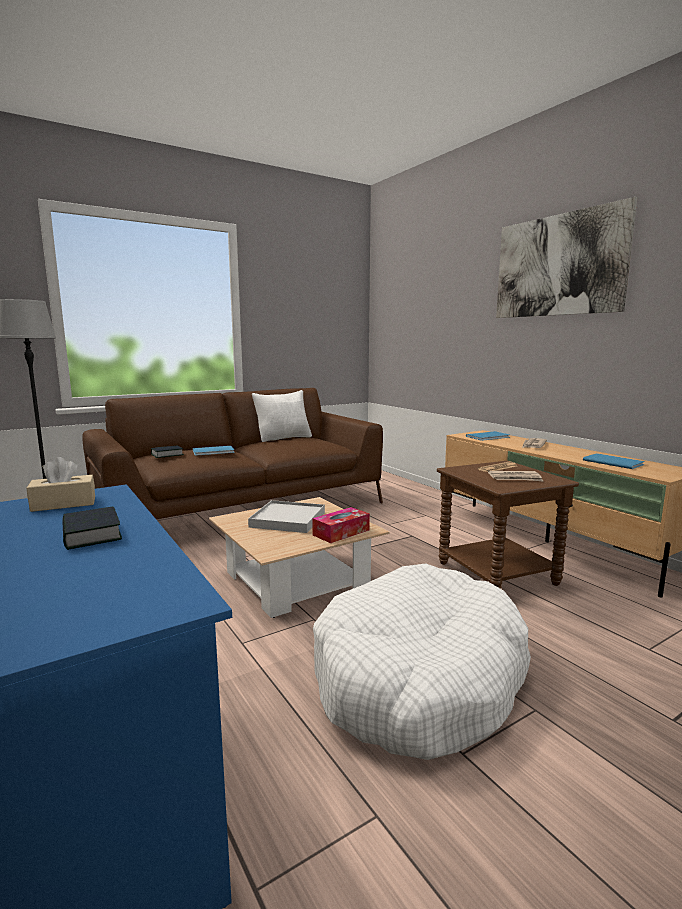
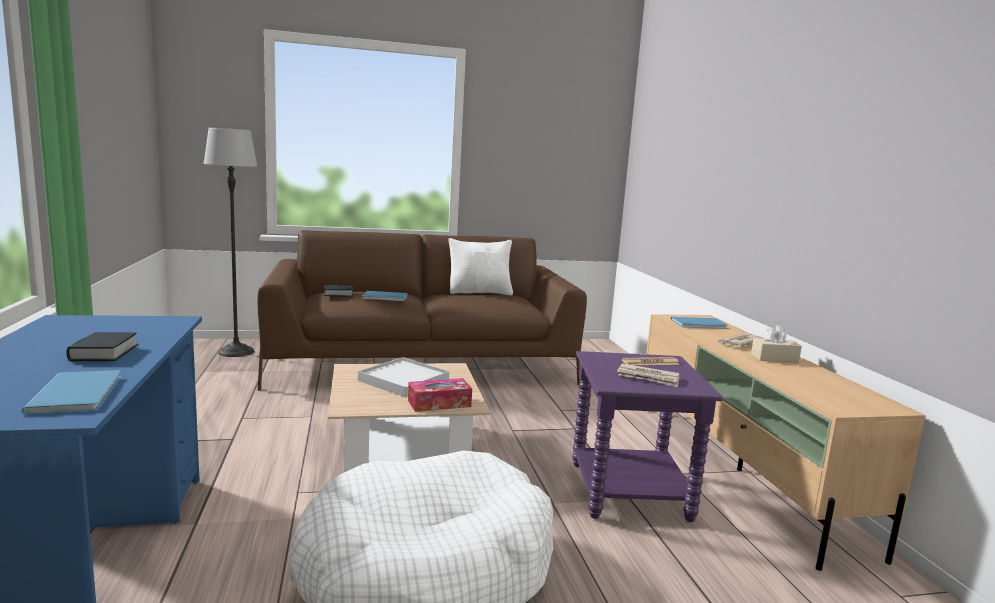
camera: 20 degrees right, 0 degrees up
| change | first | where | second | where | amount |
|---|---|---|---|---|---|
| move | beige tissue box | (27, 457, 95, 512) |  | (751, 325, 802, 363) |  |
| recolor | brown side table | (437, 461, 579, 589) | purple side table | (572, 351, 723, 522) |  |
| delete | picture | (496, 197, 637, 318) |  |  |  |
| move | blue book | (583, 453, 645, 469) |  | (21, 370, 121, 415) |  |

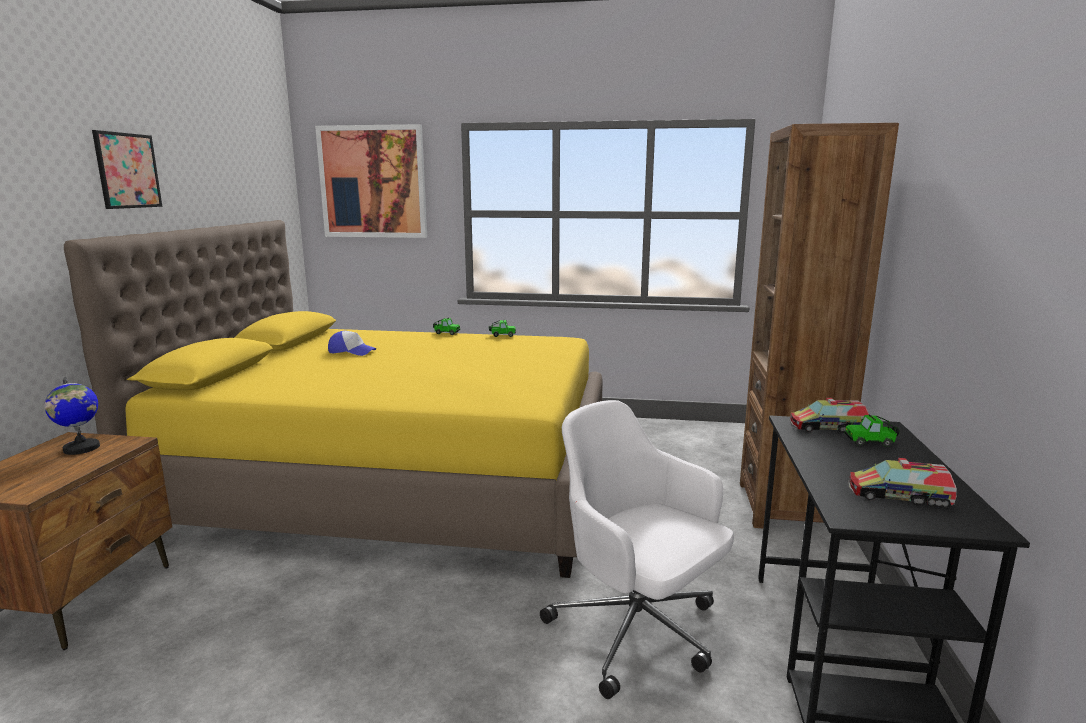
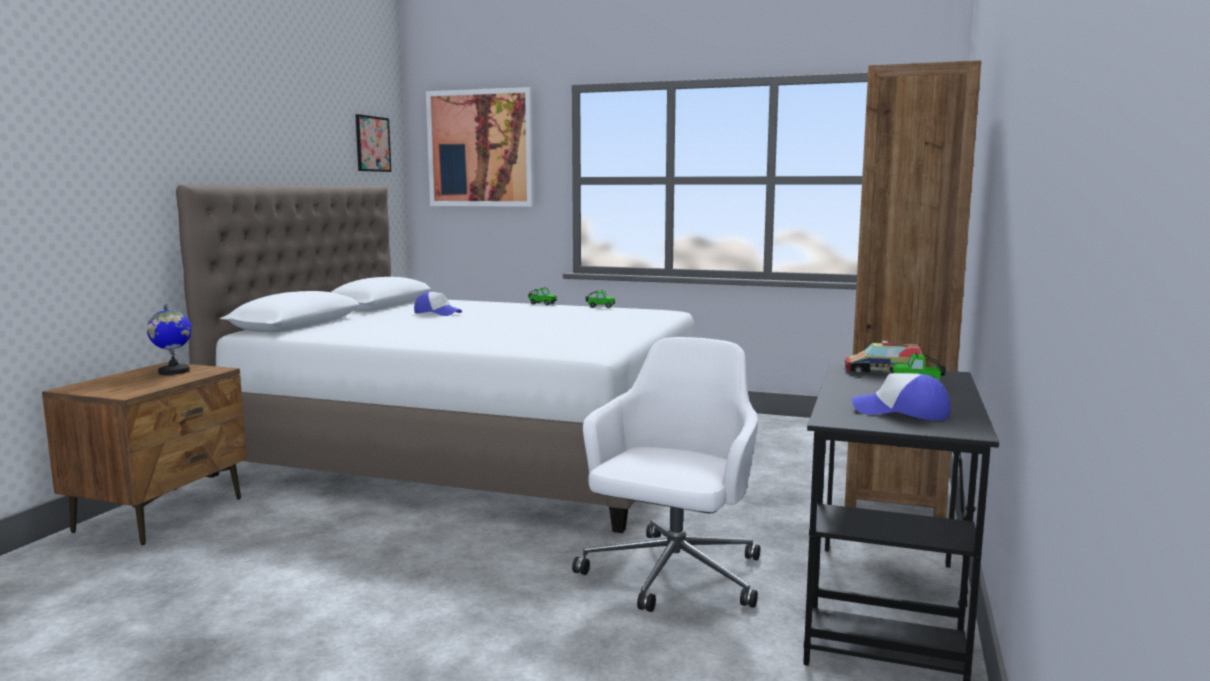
camera: 10 degrees right, 5 degrees down
| change | first | where | second | where | amount |
|---|---|---|---|---|---|
| recolor | yellow bed | (64, 220, 603, 578) | white bed | (176, 184, 694, 533) |  |
| move | picture | (92, 130, 162, 209) |  | (355, 114, 391, 172) |  |
| rotate | white office chair | (540, 400, 734, 699) |  | (572, 337, 760, 612) | 60 degrees clockwise |
| replace | toy truck | (848, 458, 957, 509) | cap | (851, 373, 951, 420) |  |

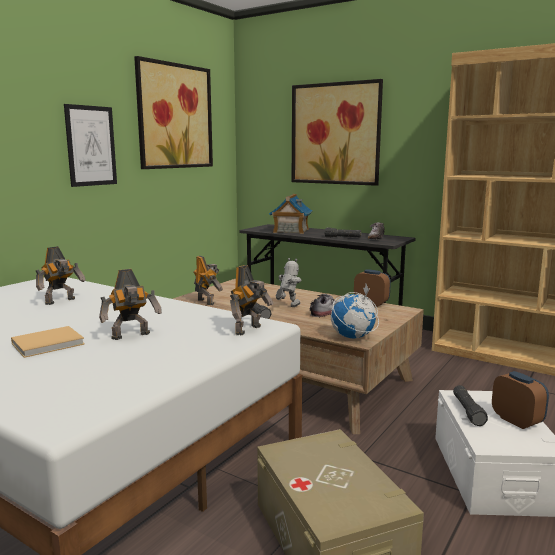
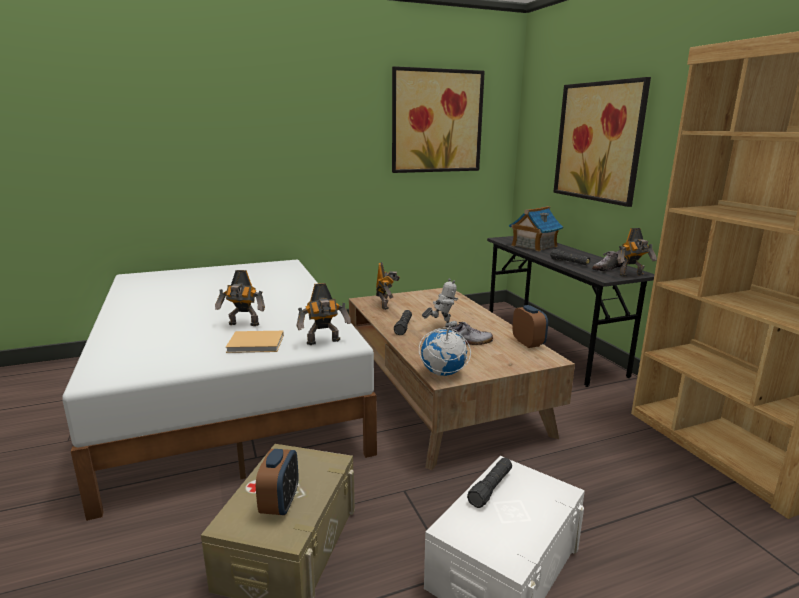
camera: 35 degrees right, 5 degrees up
| change | first | where | second | where | amount |
|---|---|---|---|---|---|
| move | beige book | (11, 326, 85, 358) |  | (225, 331, 284, 353) |  |
| move | toy robot | (36, 246, 86, 305) |  | (618, 228, 657, 277) |  |
| delete | picture | (64, 104, 117, 187) |  |  |  |
| move | alarm clock | (492, 371, 549, 429) |  | (256, 449, 299, 515) |  |

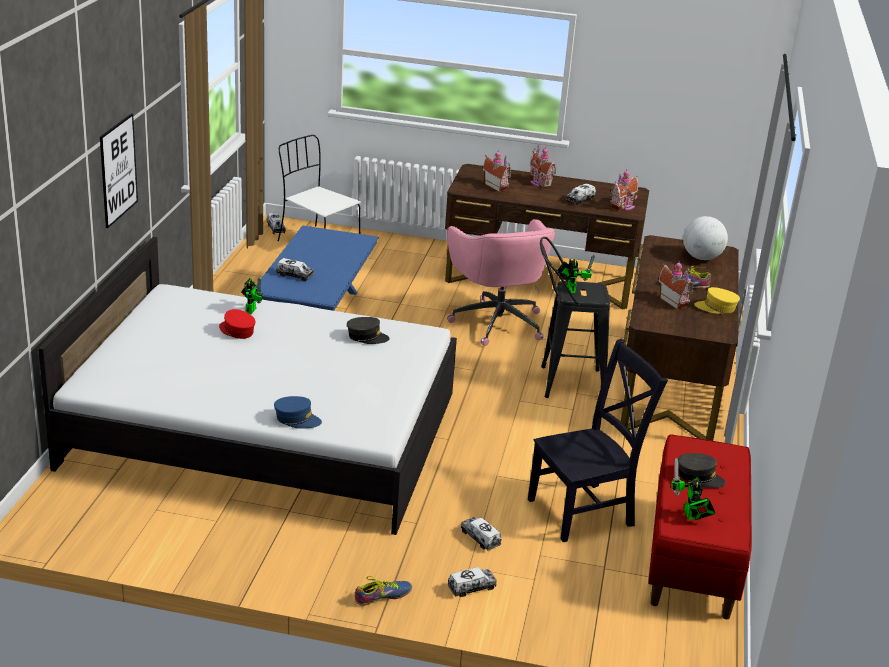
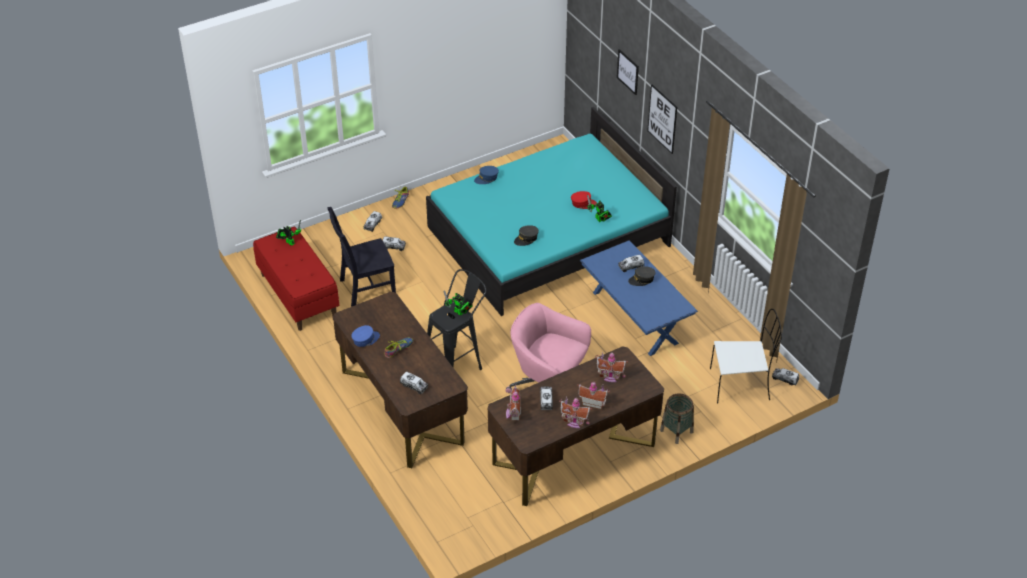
camera: 140 degrees right, 15 degrees up
| change | first | where | second | where | amount |
|---|---|---|---|---|---|
| recolor | white bed | (38, 237, 457, 535) | turquoise bed | (426, 107, 677, 316) |  |
| rotate | black chair | (528, 339, 668, 542) |  | (327, 207, 396, 307) | 45 degrees clockwise |
| move | toy house | (659, 261, 693, 310) |  | (559, 397, 592, 428) |  |
| move | grey cap | (678, 453, 725, 488) |  | (628, 266, 656, 286) |  |
| replace | globe | (683, 216, 728, 260) | toy truck | (400, 371, 428, 394) |  |
| recolor | yellow cap | (695, 287, 740, 313) | blue cap | (351, 325, 380, 347) |  |
| insert |  |  | picture | (617, 49, 639, 95) |  |
| insert |  |  | basket | (660, 393, 694, 444) |  |

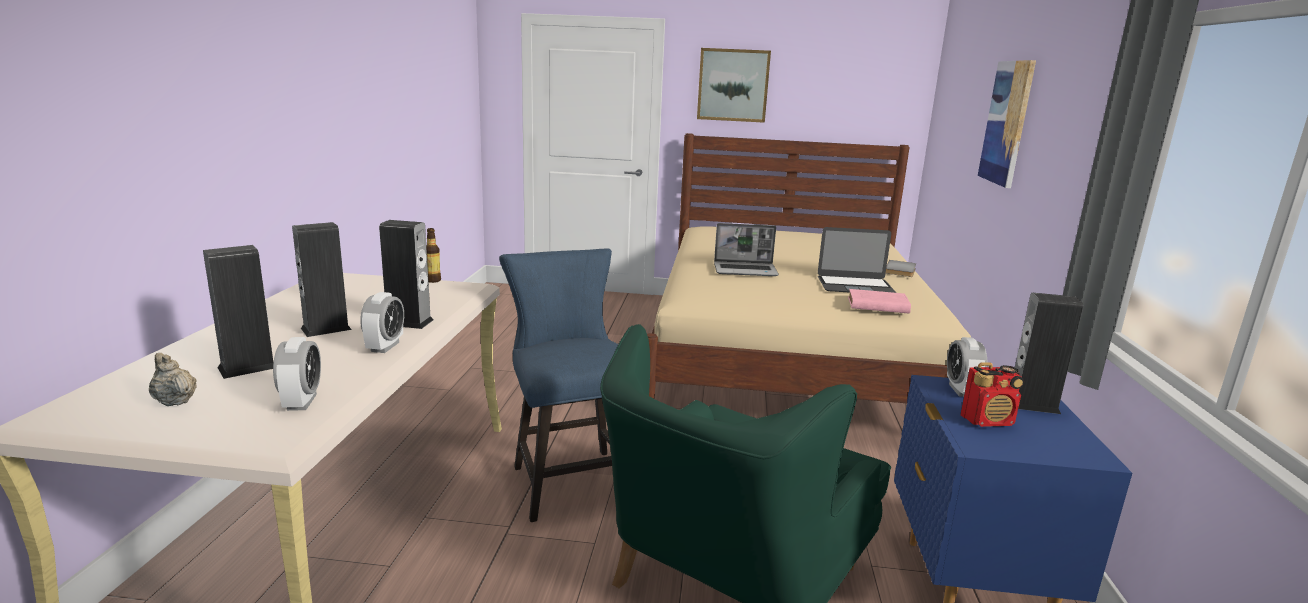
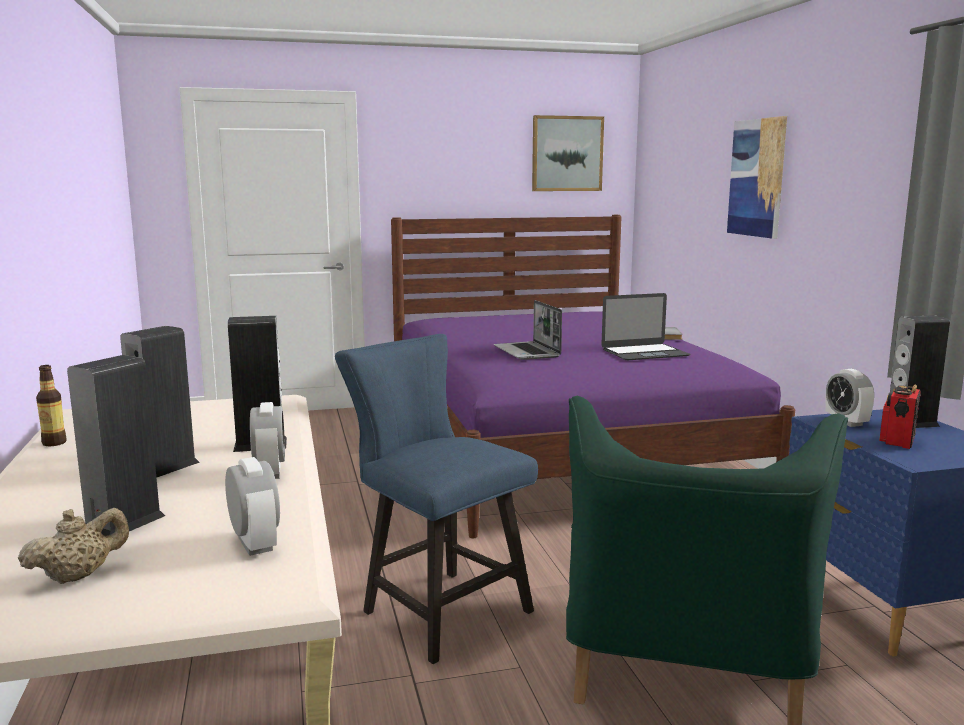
camera: 20 degrees left, 5 degrees down
| change | first | where | second | where | amount |
|---|---|---|---|---|---|
| rotate | beige teapot | (149, 353, 197, 406) |  | (18, 508, 129, 584) | 120 degrees clockwise |
| move | bottle | (426, 228, 441, 283) |  | (36, 365, 67, 446) |  |
| recolor | beige bed | (647, 133, 972, 403) | purple bed | (391, 215, 795, 538) |  |
| move | picture | (697, 48, 771, 123) |  | (532, 115, 604, 191) |  |
| rotate | laptop | (714, 223, 779, 276) |  | (494, 300, 562, 360) | 90 degrees clockwise |
| delete | pink book | (848, 289, 911, 314) |  |  |  |
| rotate | radio | (960, 362, 1024, 427) |  | (880, 385, 921, 449) | 150 degrees clockwise |

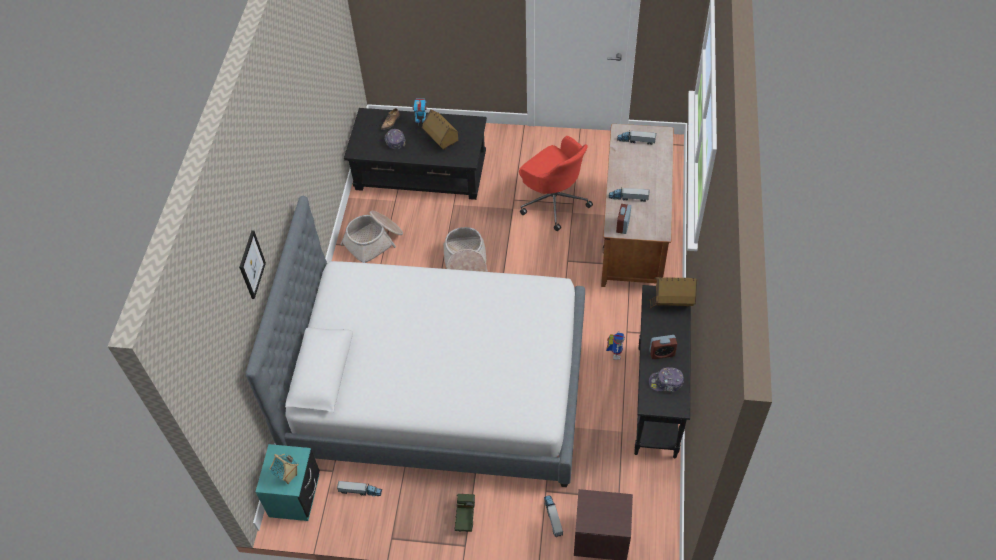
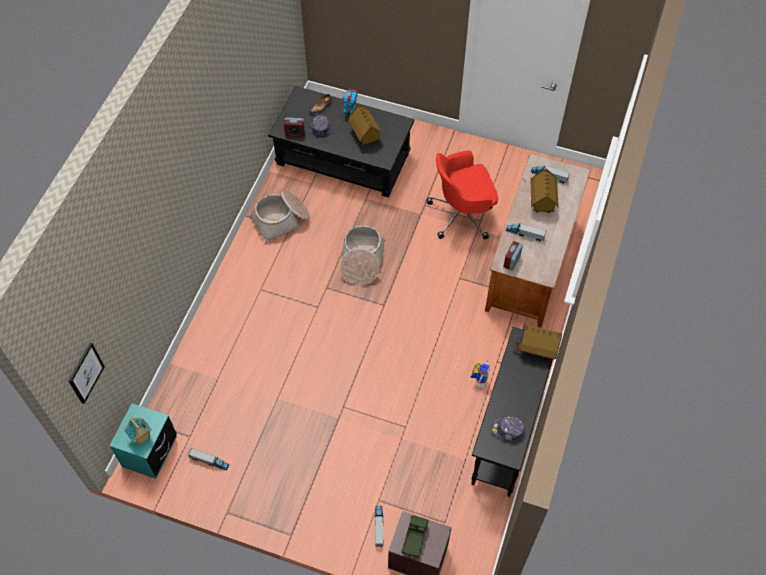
camera: 10 degrees right, 5 degrees up
| change | first | where | second | where | amount |
|---|---|---|---|---|---|
| move | picture | (239, 230, 266, 299) |  | (68, 342, 105, 404) |  |
| delete | bed | (245, 195, 585, 487) |  |  |  |
| move | toy truck | (455, 494, 475, 532) |  | (402, 515, 429, 558) |  |
| rotate | red office chair | (519, 136, 593, 231) |  | (426, 150, 498, 239) | 105 degrees clockwise |
| move | alarm clock | (649, 335, 677, 359) |  | (284, 117, 305, 137) |  |
| insert |  |  | toy house | (530, 168, 558, 213) |  |

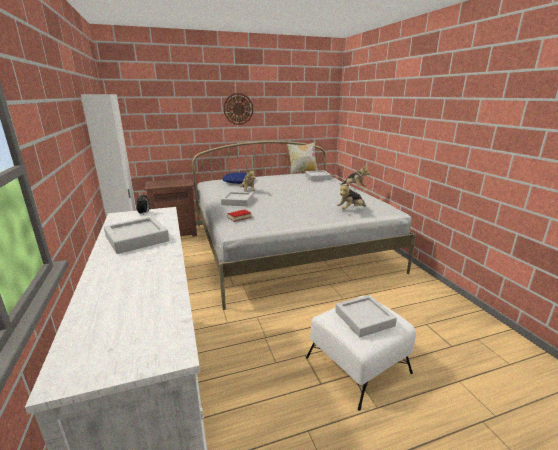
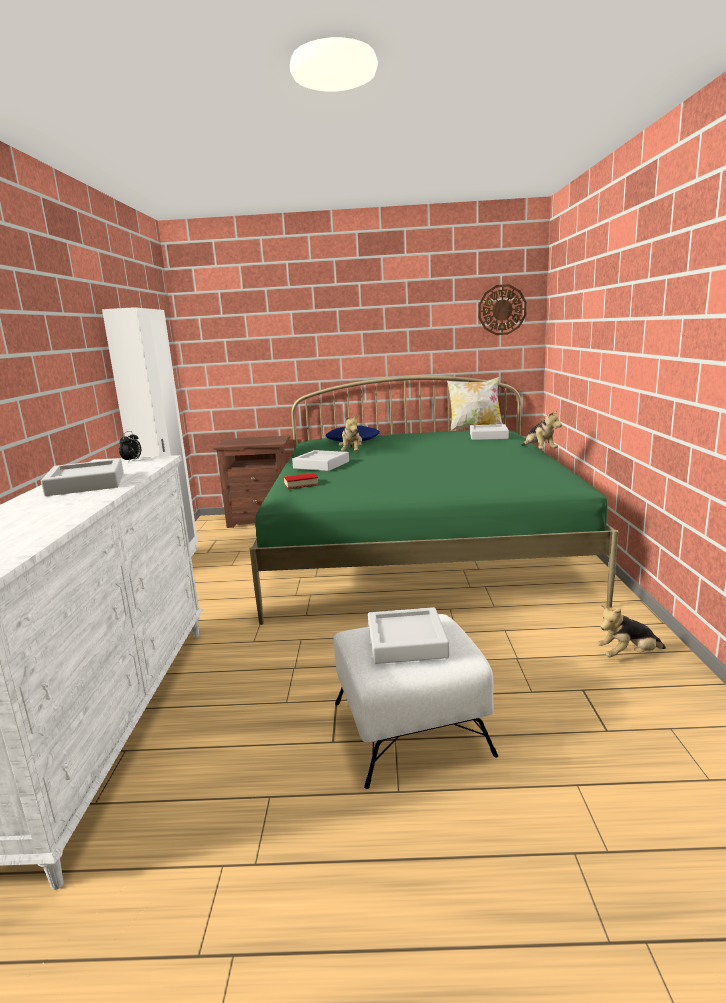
camera: 20 degrees right, 5 degrees down
| change | first | where | second | where | amount |
|---|---|---|---|---|---|
| recolor | white bed | (192, 141, 416, 310) | green bed | (250, 376, 618, 625) |  |
| move | wall clock | (224, 93, 253, 125) |  | (478, 284, 527, 335) |  |
| move | plush toy | (337, 183, 366, 210) |  | (597, 605, 666, 657) |  |

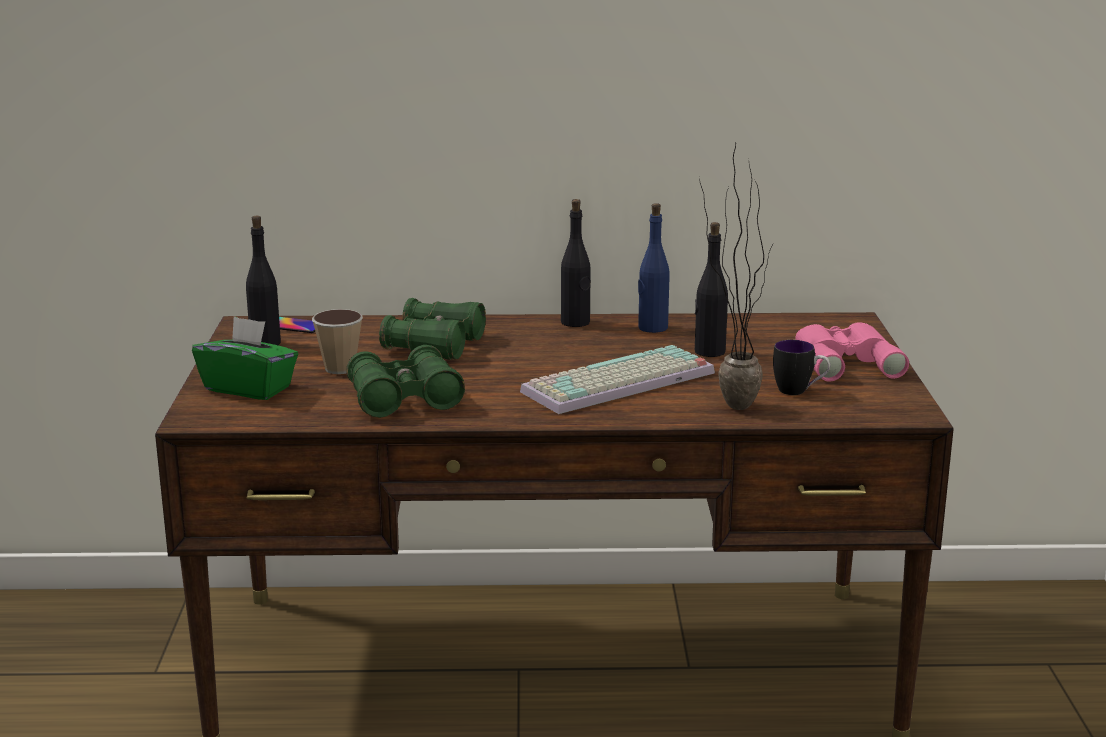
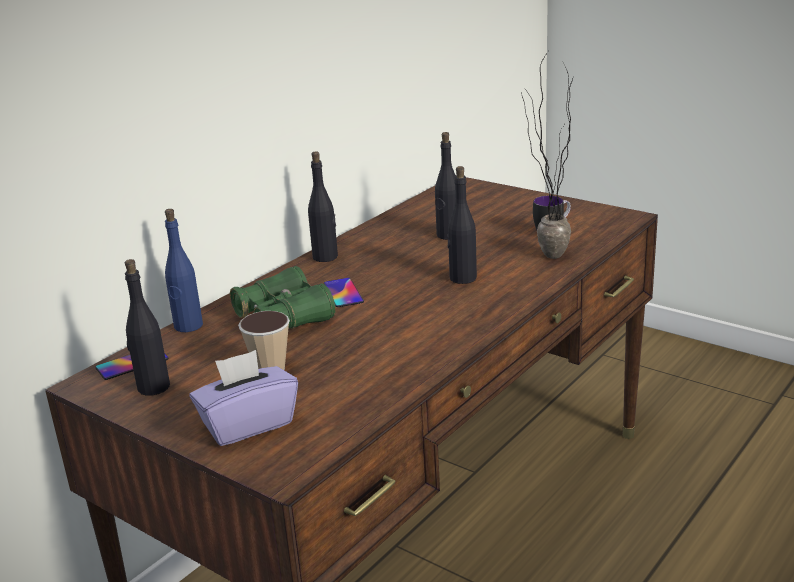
camera: 50 degrees left, 5 degrees up
| change | first | where | second | where | amount |
|---|---|---|---|---|---|
| recolor | green tissue box | (192, 316, 298, 400) | purple tissue box | (190, 350, 298, 446) |  |
| delete | green binoculars | (346, 345, 465, 418) |  |  |  |
| replace | keyboard | (520, 345, 715, 414) | black bottle | (447, 166, 477, 284) |  |
| move | blue bottle | (638, 203, 670, 333) |  | (165, 209, 203, 332) |  |
| delete | pink binoculars | (795, 322, 909, 382) |  |  |  |
| insert |  |  | phone | (324, 278, 364, 307) |  |

